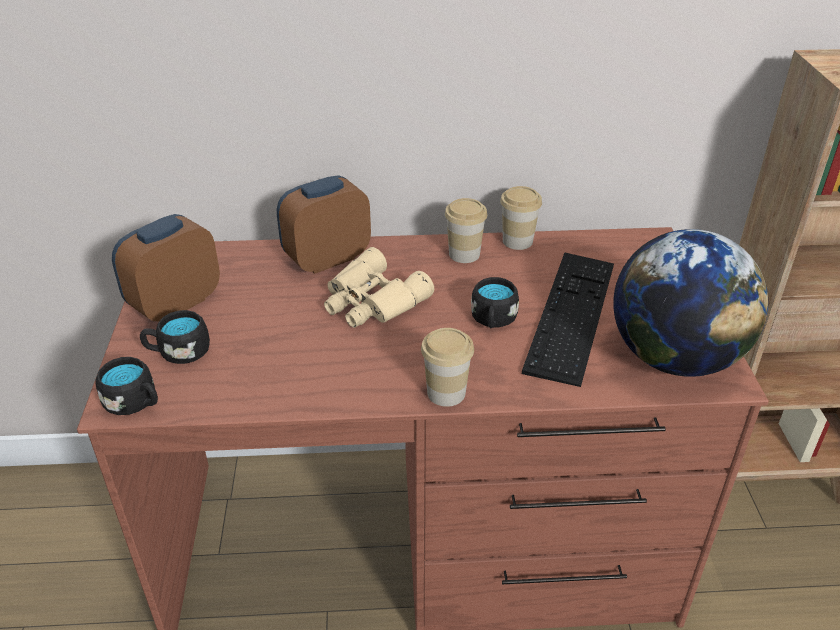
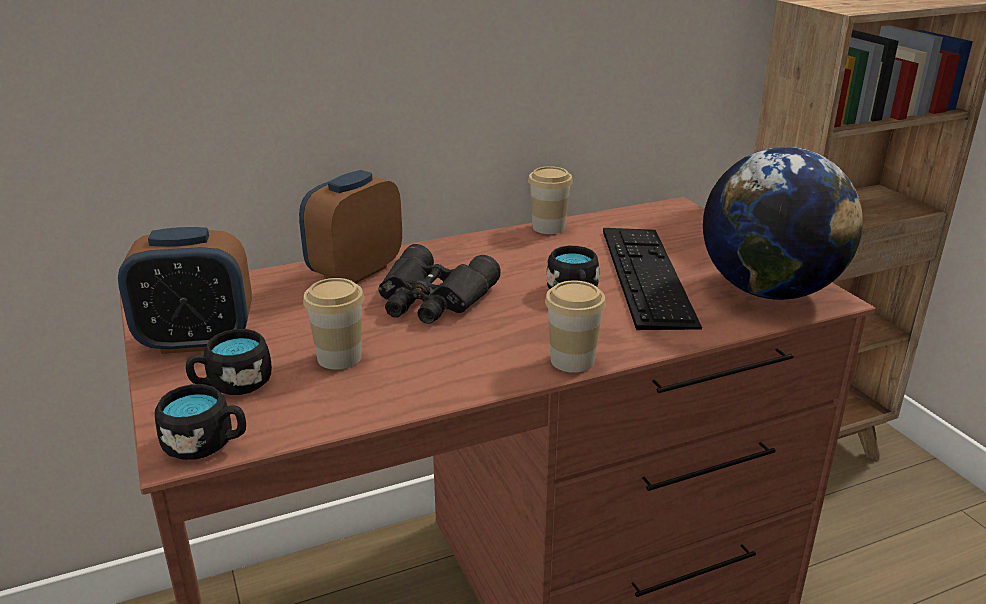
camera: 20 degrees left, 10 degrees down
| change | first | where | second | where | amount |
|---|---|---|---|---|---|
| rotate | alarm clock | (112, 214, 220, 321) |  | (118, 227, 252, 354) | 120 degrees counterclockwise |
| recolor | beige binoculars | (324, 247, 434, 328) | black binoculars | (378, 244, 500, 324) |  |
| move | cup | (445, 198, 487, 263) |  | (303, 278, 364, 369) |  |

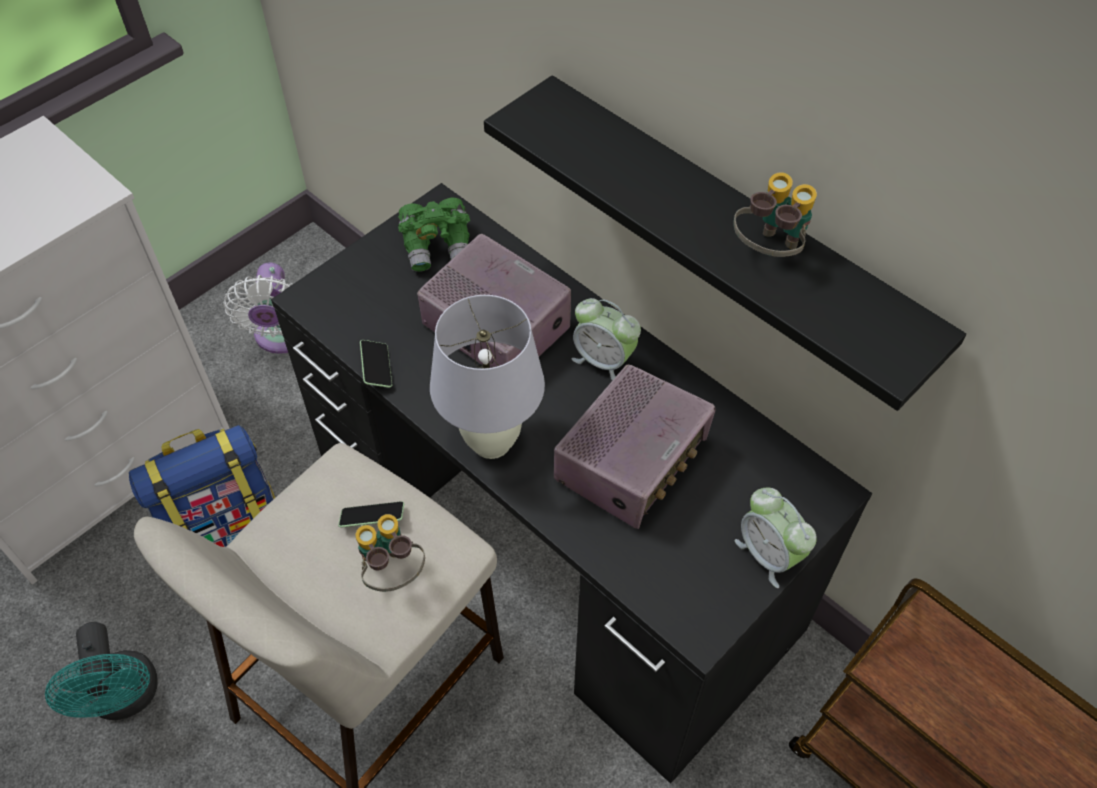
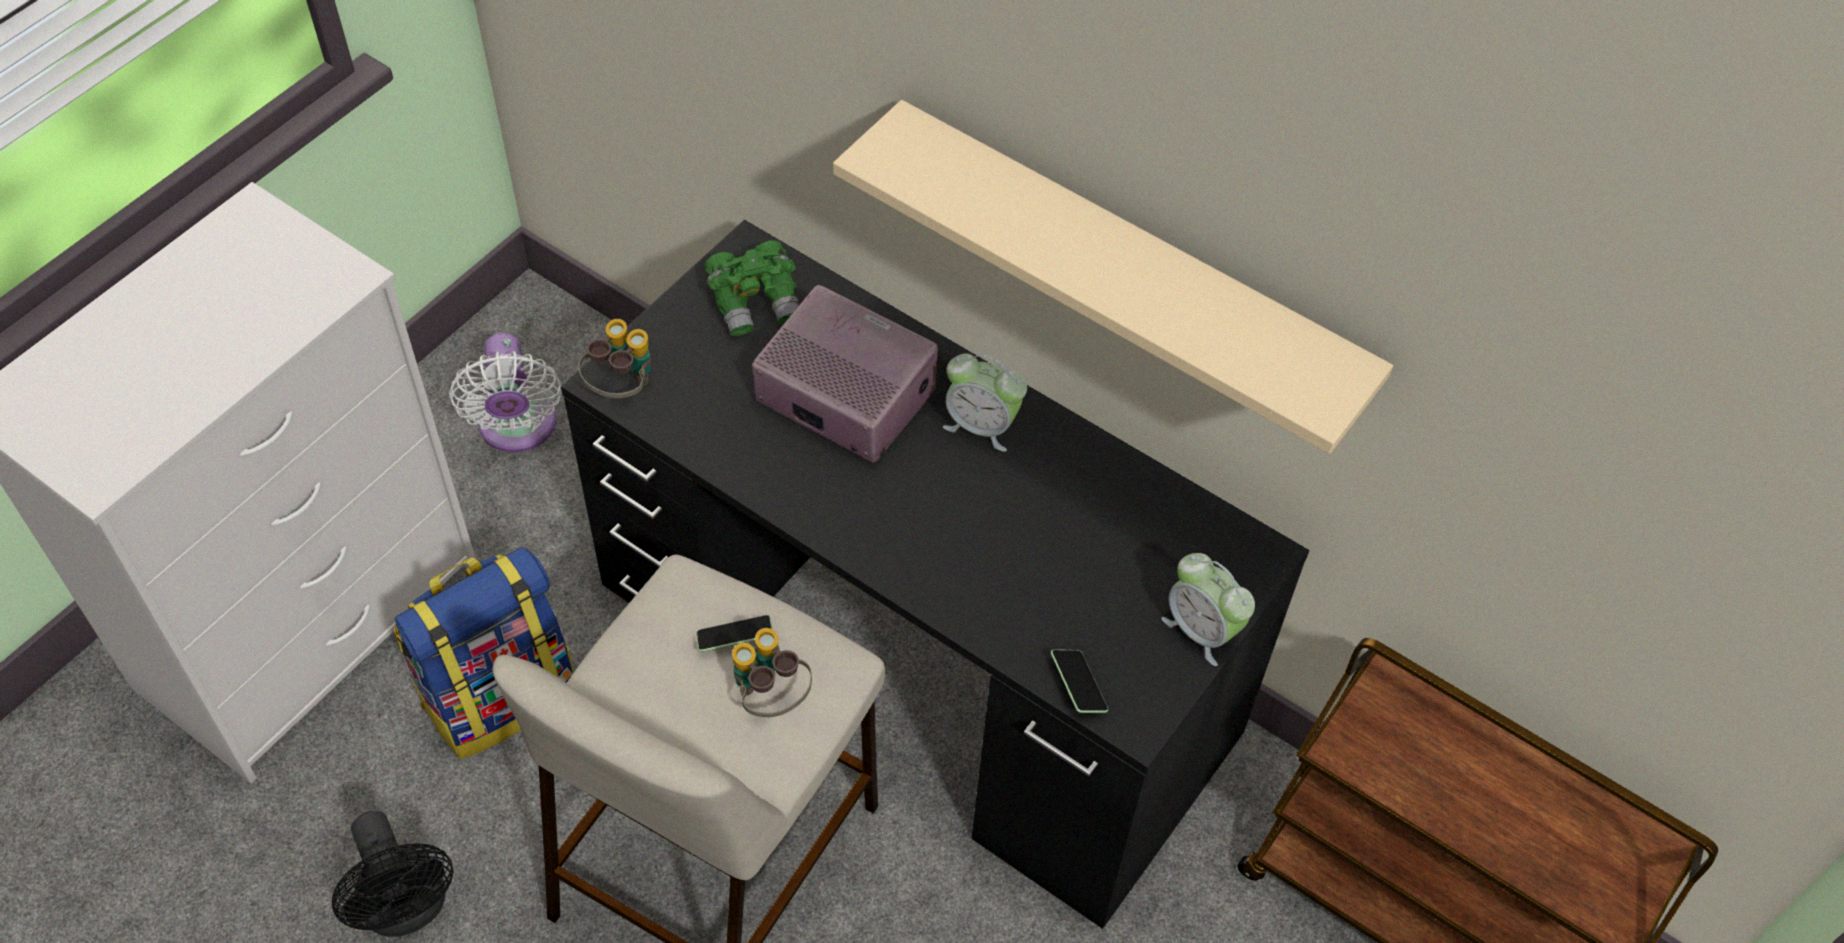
camera: 10 degrees left, 0 degrees up
| change | first | where | second | where | amount |
|---|---|---|---|---|---|
| recolor | turquoise fan | (45, 622, 158, 720) | black fan | (332, 811, 453, 937) |  |
| move | phone | (360, 340, 392, 388) |  | (1051, 649, 1108, 713) |  |
| delete | white table lamp | (430, 295, 545, 459) |  |  |  |
| recolor | black shelf | (484, 75, 966, 411) | beige shelf | (833, 100, 1393, 454) |  |
| delete | radio | (554, 364, 716, 529) |  |  |  |
| move | binoculars | (733, 172, 817, 257) |  | (578, 319, 651, 398) |  |

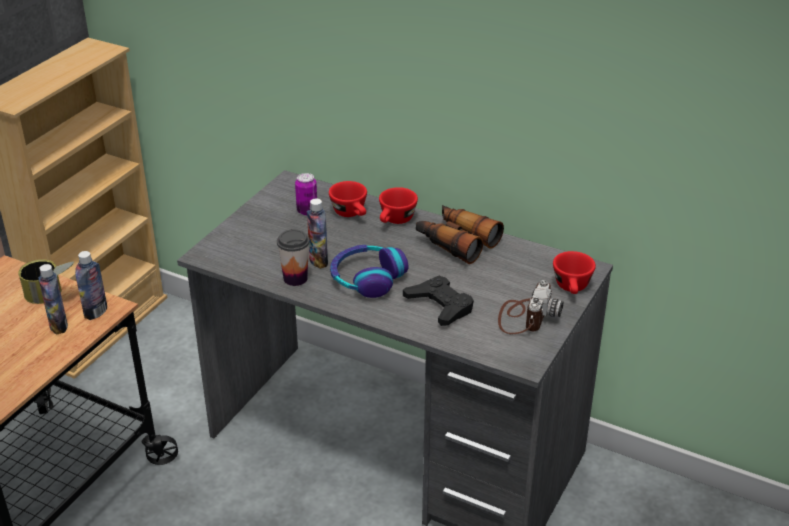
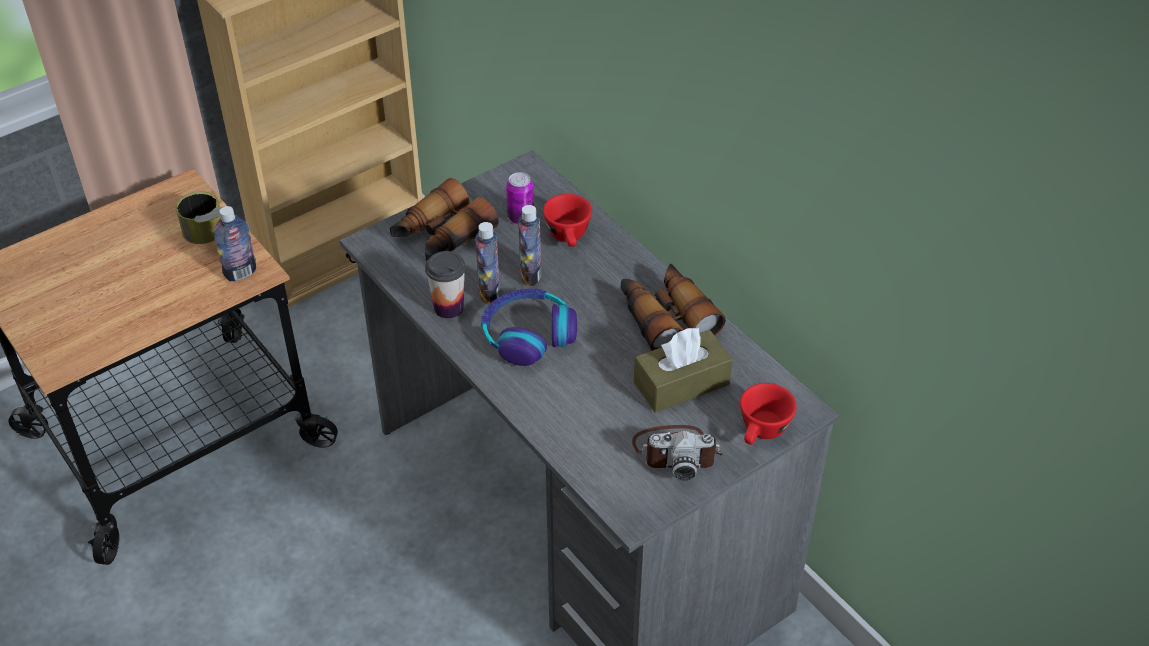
camera: 25 degrees right, 10 degrees up
| change | first | where | second | where | amount |
|---|---|---|---|---|---|
| move | bottle | (38, 264, 68, 334) |  | (518, 205, 541, 286) |  |
| delete | red cup | (379, 187, 418, 224) |  |  |  |
| delete | black game controller | (403, 276, 474, 326) |  |  |  |
| rotate | photo camera | (498, 280, 563, 334) |  | (632, 425, 722, 481) | 45 degrees clockwise |
| insert |  |  | binoculars | (390, 178, 499, 261) |  |
| insert |  |  | brown tissue box | (634, 327, 733, 413) |  |

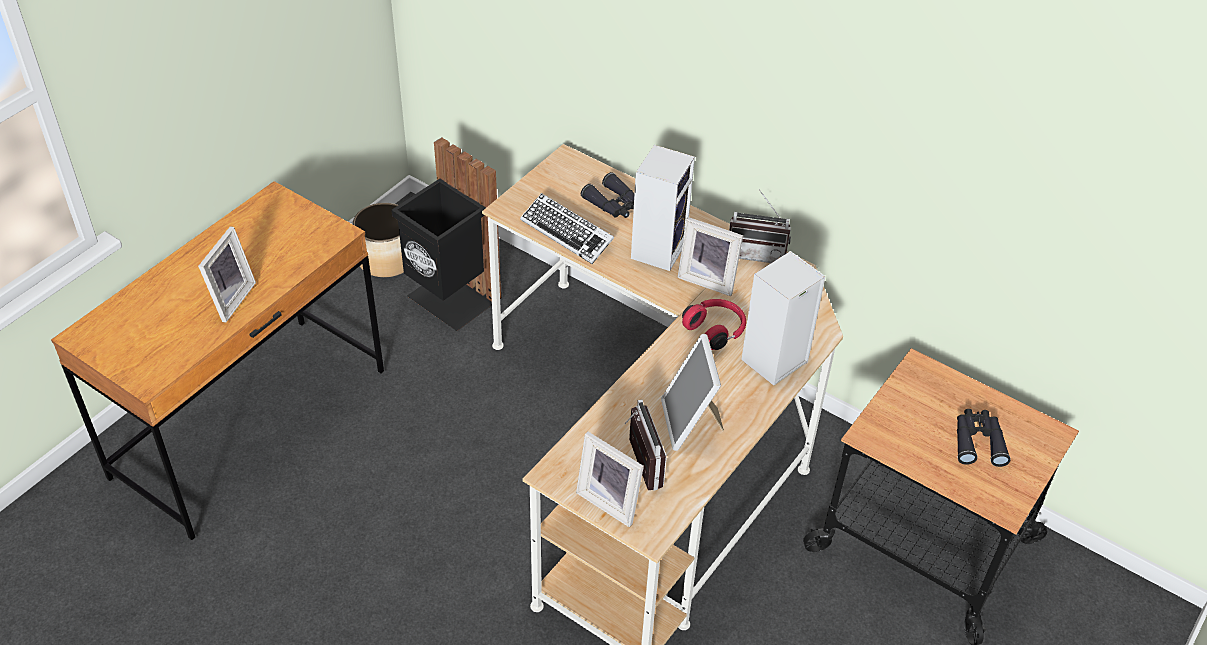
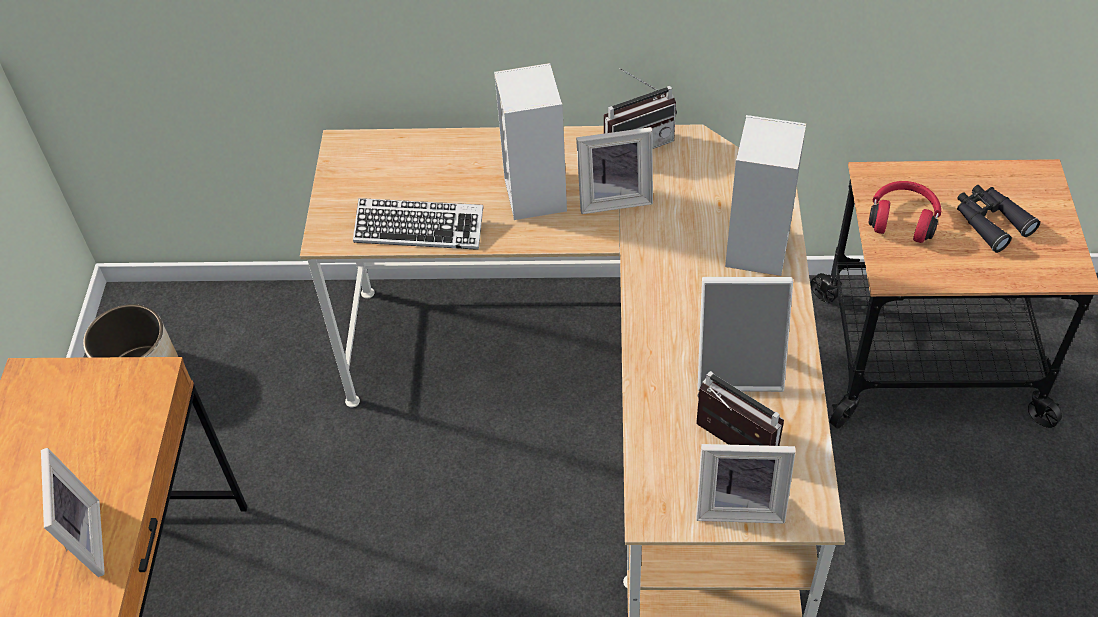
camera: 30 degrees left, 5 degrees up
| change | first | where | second | where | amount |
|---|---|---|---|---|---|
| delete | black trash can | (391, 137, 502, 331) |  |  |  |
| delete | black binoculars | (581, 172, 635, 218) |  |  |  |
| rotate | picture frame | (661, 334, 724, 451) |  | (697, 277, 793, 392) | 45 degrees counterclockwise |
| move | red headphones | (682, 299, 746, 350) |  | (869, 181, 941, 243) |  |

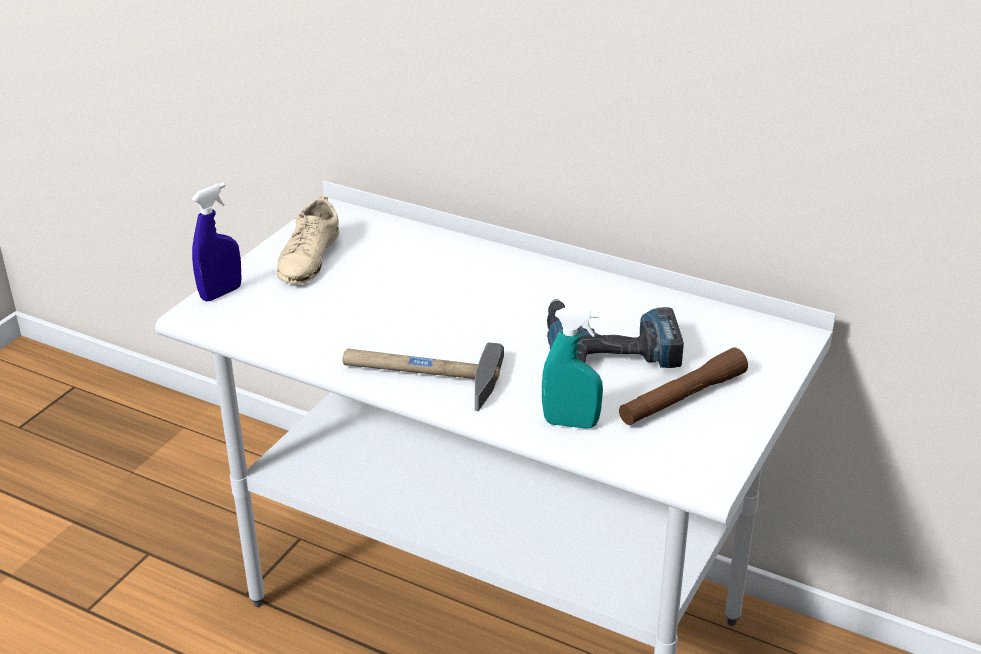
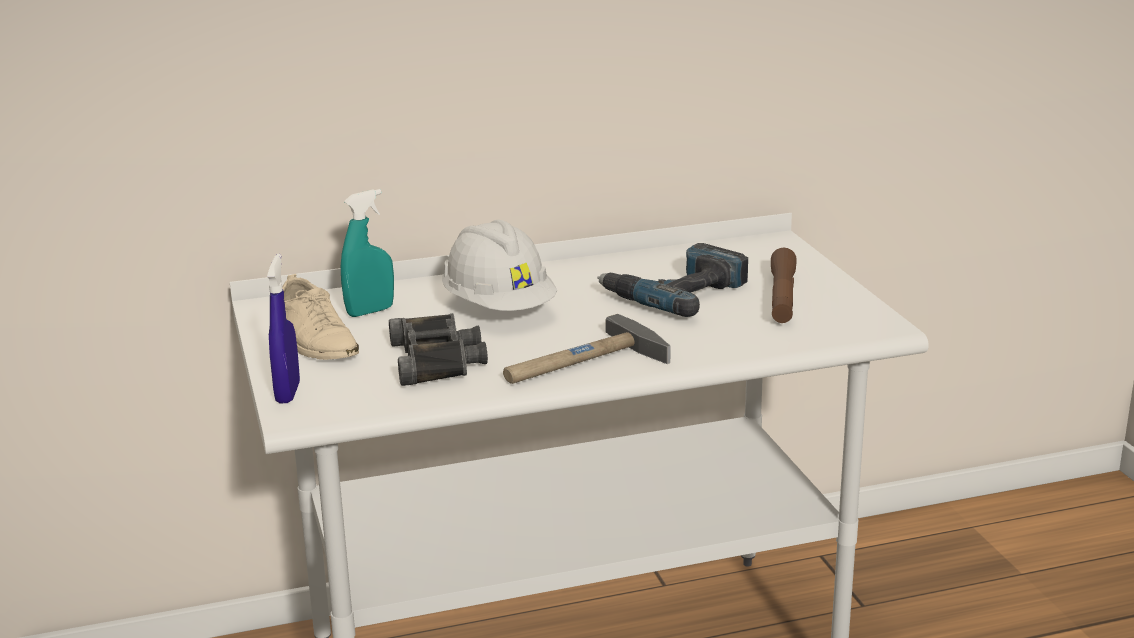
camera: 45 degrees left, 10 degrees down
| change | first | where | second | where | amount |
|---|---|---|---|---|---|
| move | turquoise spray bottle | (542, 307, 603, 429) |  | (341, 189, 394, 317) |  |
| insert |  |  | black binoculars | (389, 313, 488, 386) |  |
| insert |  |  | white hard hat | (442, 220, 557, 311) |  |

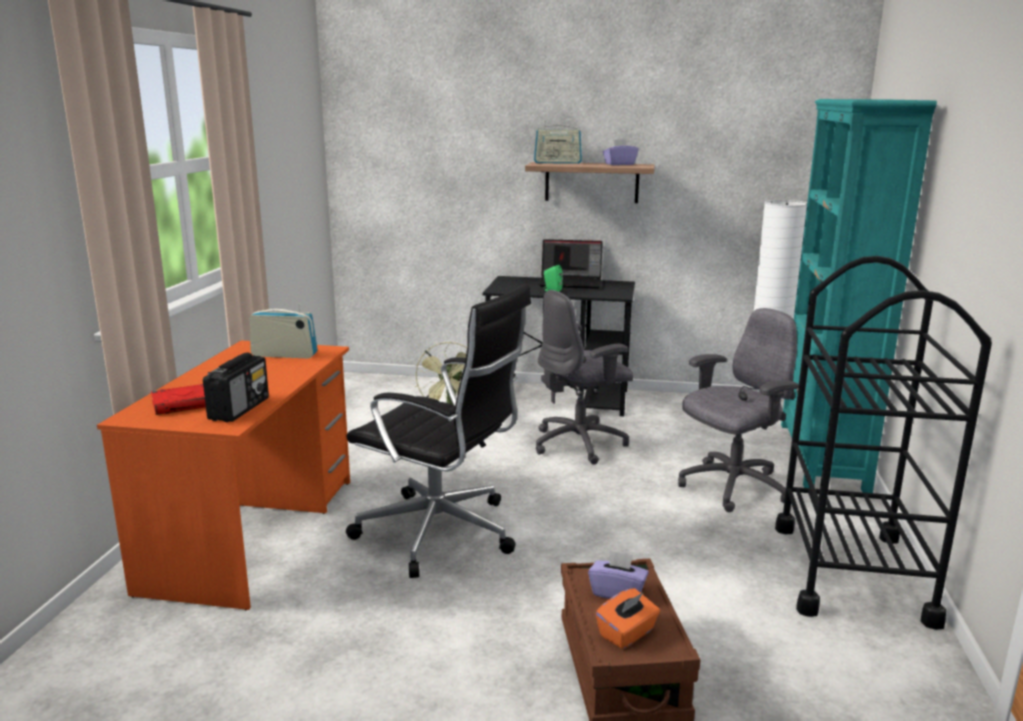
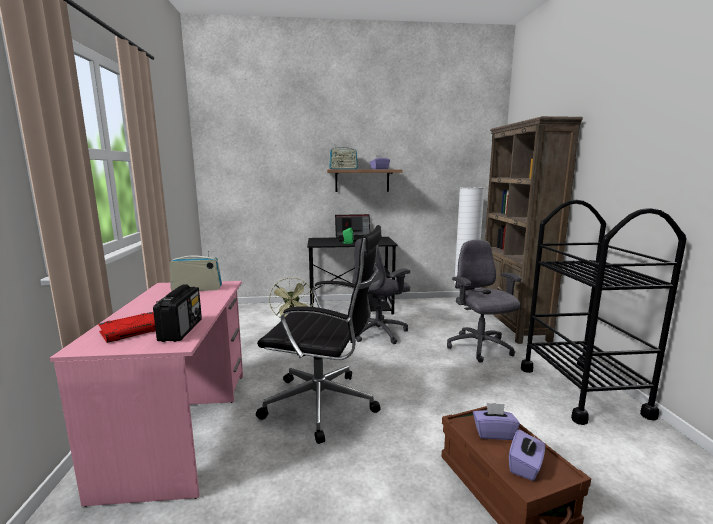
camera: 15 degrees left, 5 degrees down
| change | first | where | second | where | amount |
|---|---|---|---|---|---|
| recolor | orange desk | (97, 341, 350, 610) | pink desk | (50, 281, 243, 507) |  |
| recolor | orange tissue box | (596, 588, 660, 649) | purple tissue box | (509, 430, 545, 481) |  |
| rotate | grey office chair | (678, 308, 799, 512) |  | (447, 240, 522, 363) | 60 degrees counterclockwise |
| recolor | turquoise bookcase | (781, 99, 937, 493) | brown bookcase | (481, 116, 583, 344) |  |

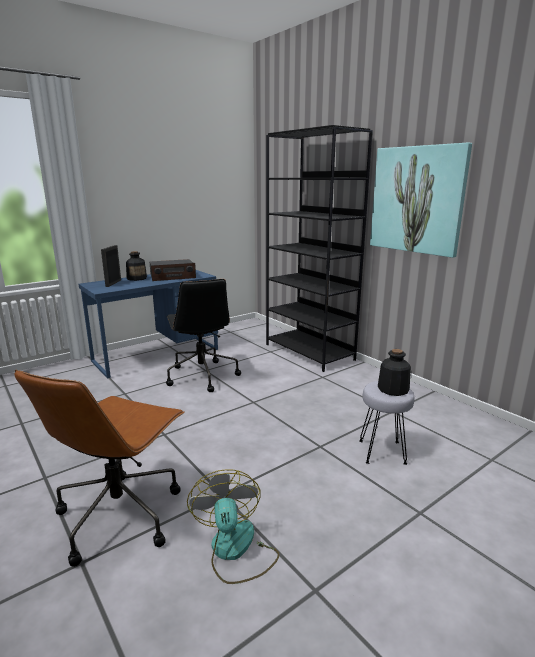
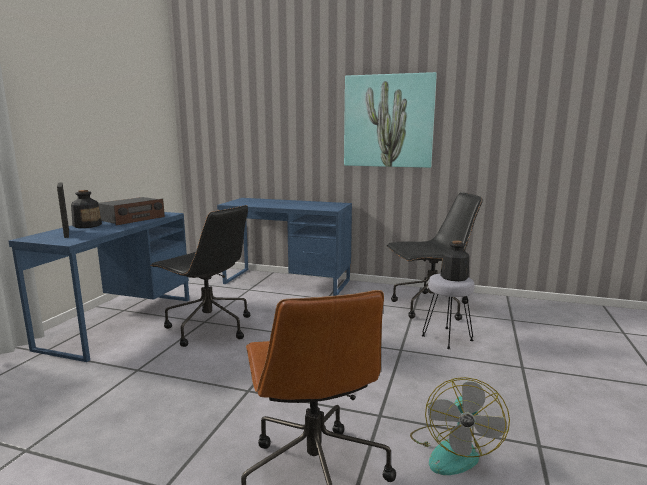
camera: 35 degrees left, 5 degrees down
| change | first | where | second | where | amount |
|---|---|---|---|---|---|
| rotate | fan | (187, 469, 280, 584) |  | (410, 377, 510, 475) | 120 degrees counterclockwise |
| replace | black bookcase | (266, 125, 373, 372) | blue desk | (217, 198, 352, 296) |  |
| insert |  |  | black office chair | (387, 192, 483, 321) |  |

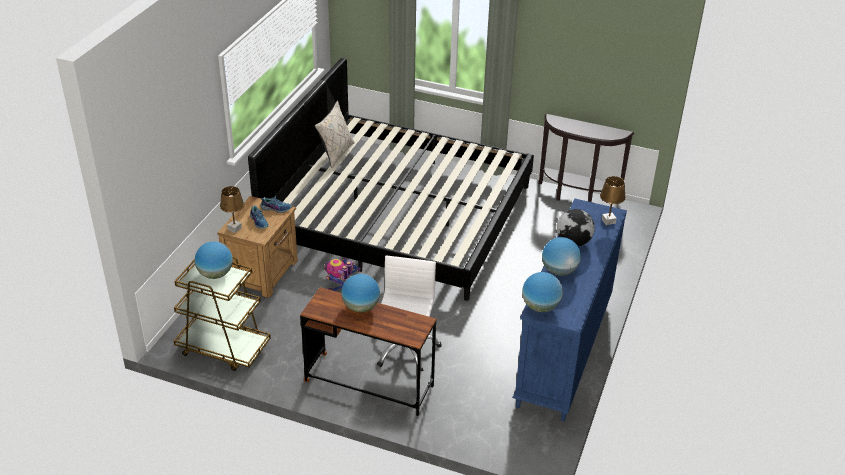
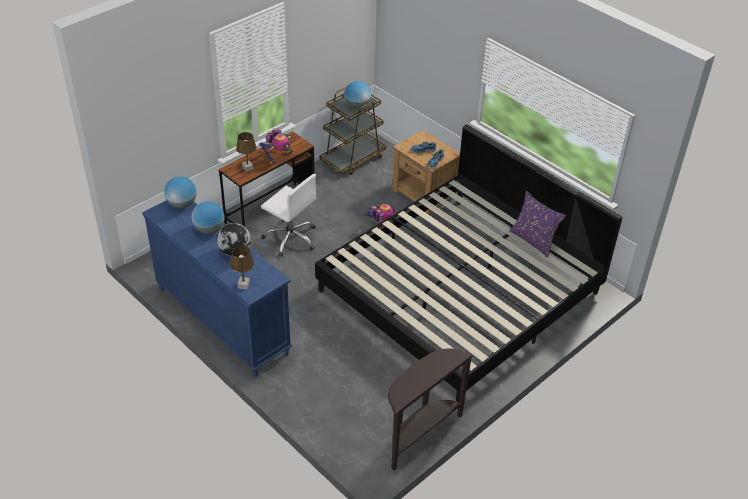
camera: 115 degrees right, 5 degrees up
| change | first | where | second | where | amount |
|---|---|---|---|---|---|
| move | brown table lamp | (220, 186, 244, 233) |  | (236, 132, 257, 172) |  |
| recolor | beige pillow | (315, 101, 355, 168) | purple pillow | (509, 191, 566, 258) |  |
| replace | globe | (341, 274, 380, 312) | toy robot | (259, 128, 292, 165) |  |

